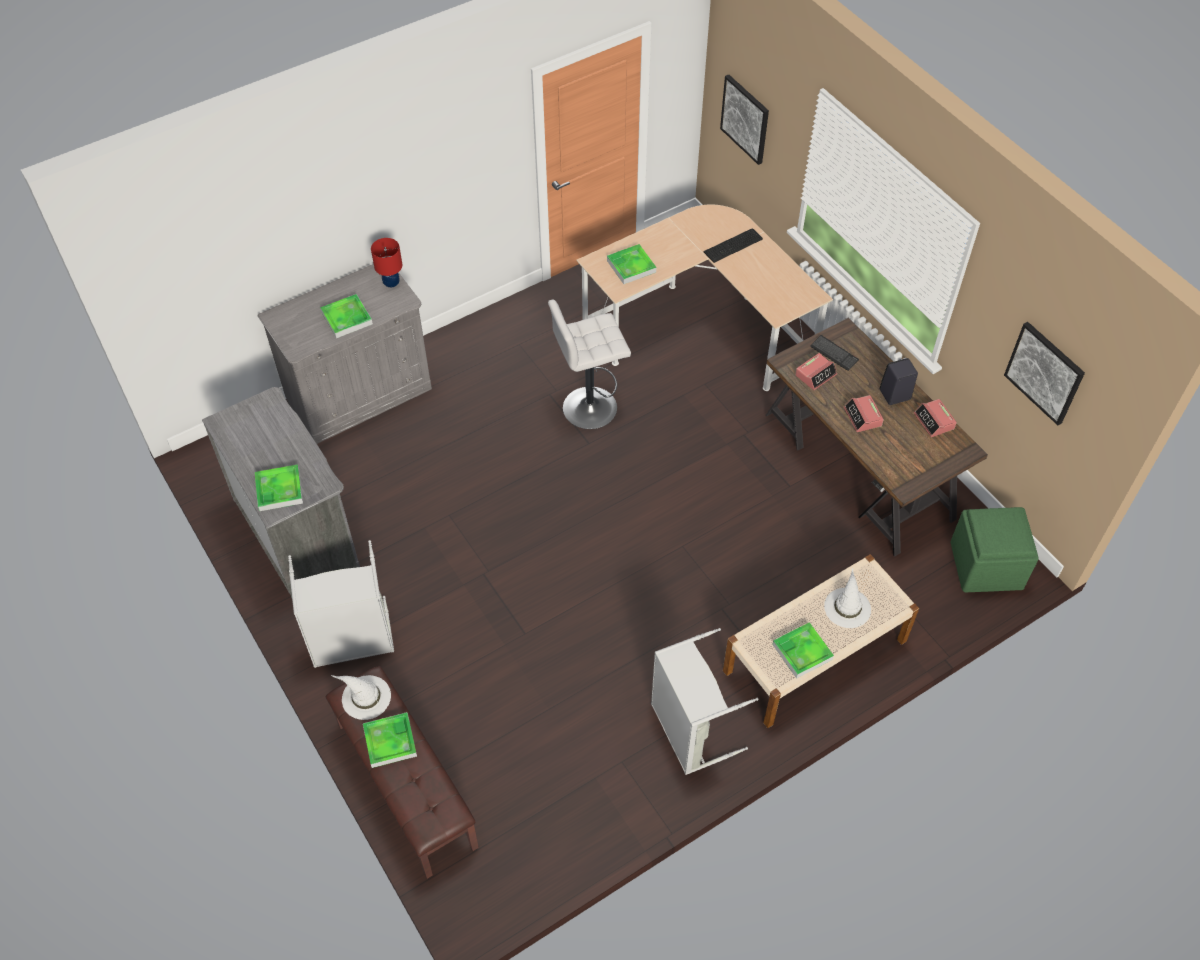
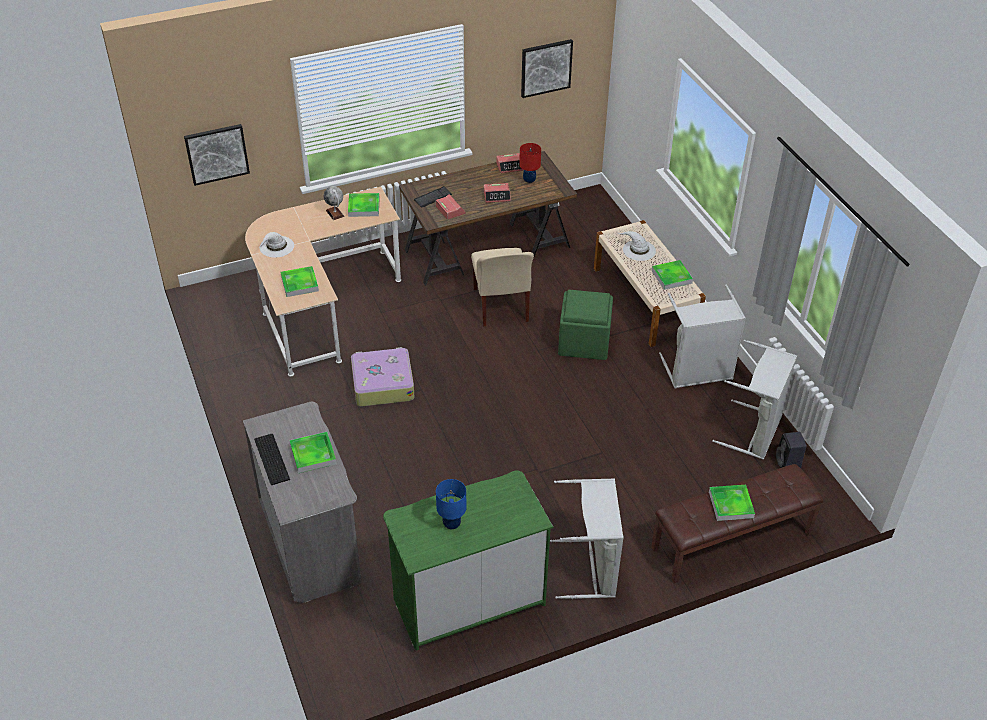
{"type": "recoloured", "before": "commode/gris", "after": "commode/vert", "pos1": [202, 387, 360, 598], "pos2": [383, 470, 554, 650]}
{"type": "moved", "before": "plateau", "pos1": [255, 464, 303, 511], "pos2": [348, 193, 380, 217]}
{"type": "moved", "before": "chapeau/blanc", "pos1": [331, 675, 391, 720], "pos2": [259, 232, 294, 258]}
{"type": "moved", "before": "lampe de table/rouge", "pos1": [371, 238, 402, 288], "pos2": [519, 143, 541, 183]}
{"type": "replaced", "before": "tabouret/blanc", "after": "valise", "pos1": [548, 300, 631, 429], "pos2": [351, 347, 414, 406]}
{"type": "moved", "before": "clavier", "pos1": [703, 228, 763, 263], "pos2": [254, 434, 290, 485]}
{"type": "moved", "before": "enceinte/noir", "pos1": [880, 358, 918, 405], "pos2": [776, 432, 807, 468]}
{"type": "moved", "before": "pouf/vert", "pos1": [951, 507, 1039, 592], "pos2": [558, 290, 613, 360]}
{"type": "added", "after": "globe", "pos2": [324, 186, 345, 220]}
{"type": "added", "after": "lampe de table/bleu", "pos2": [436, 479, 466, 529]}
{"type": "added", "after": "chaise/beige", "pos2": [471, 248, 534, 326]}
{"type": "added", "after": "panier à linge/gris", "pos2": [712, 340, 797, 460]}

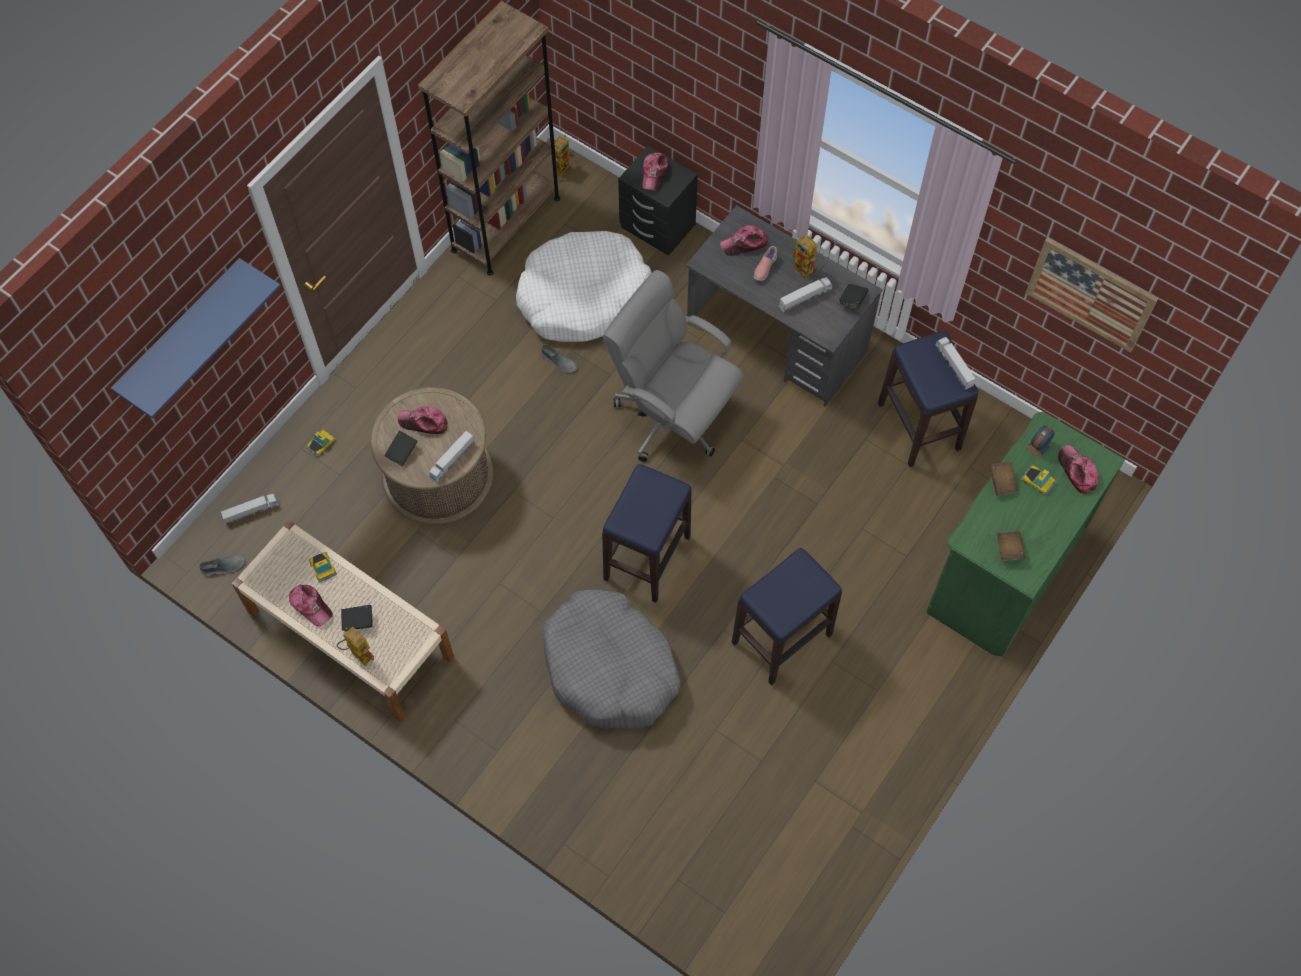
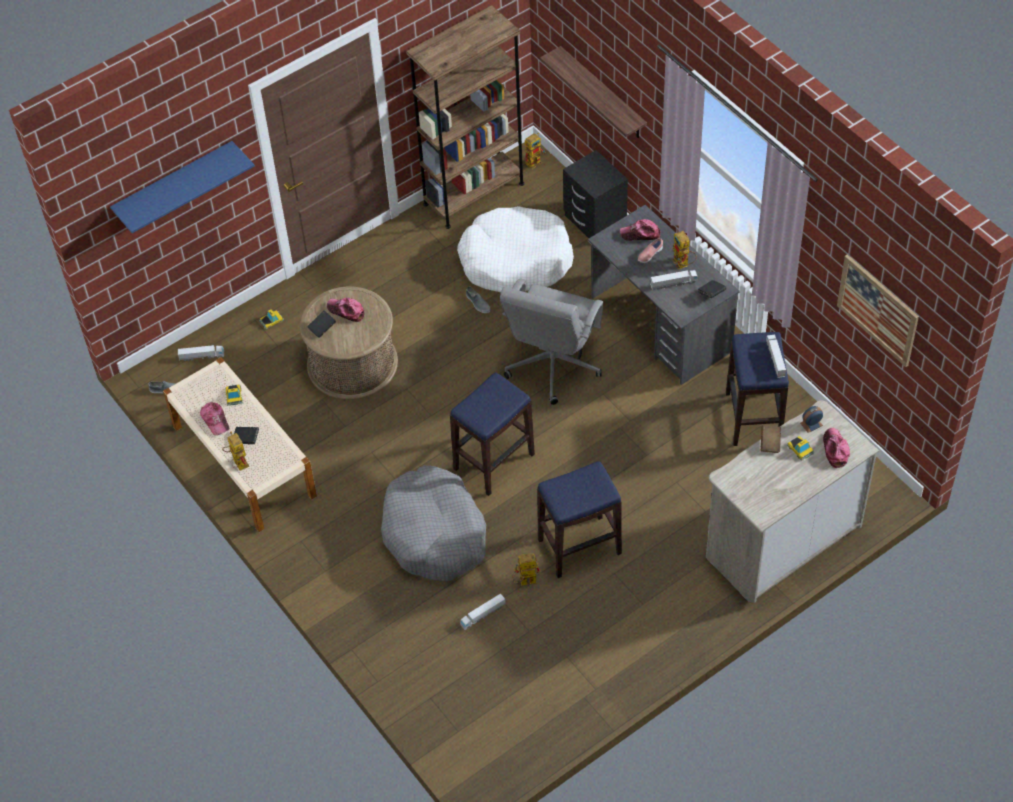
{"type": "moved", "before": "camion jouet", "pos1": [429, 431, 475, 482], "pos2": [460, 593, 506, 630]}
{"type": "turned", "before": "chaise de bureau/gris", "pos1": [603, 270, 743, 462], "pos2": [500, 279, 604, 405], "turn": -120}
{"type": "removed", "before": "casquette", "pos1": [642, 153, 669, 191]}
{"type": "recoloured", "before": "commode/vert", "after": "commode/beige", "pos1": [927, 412, 1125, 656], "pos2": [706, 400, 879, 603]}
{"type": "removed", "before": "livre/marron", "pos1": [997, 531, 1025, 561]}
{"type": "added", "after": "robot jouet", "pos2": [513, 553, 541, 586]}
{"type": "added", "after": "étagère", "pos2": [540, 46, 647, 138]}

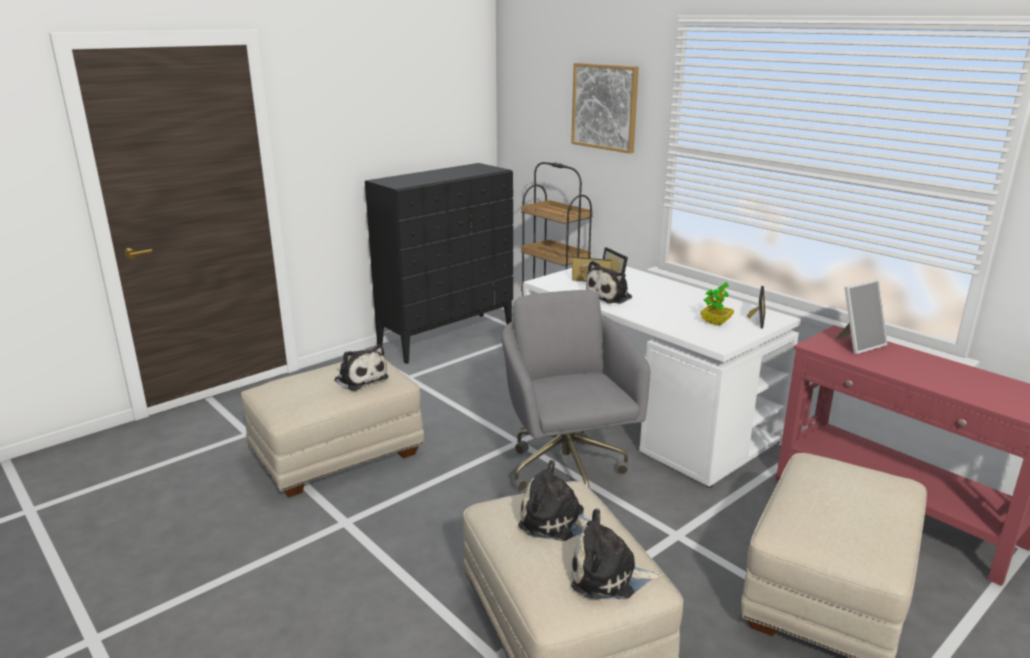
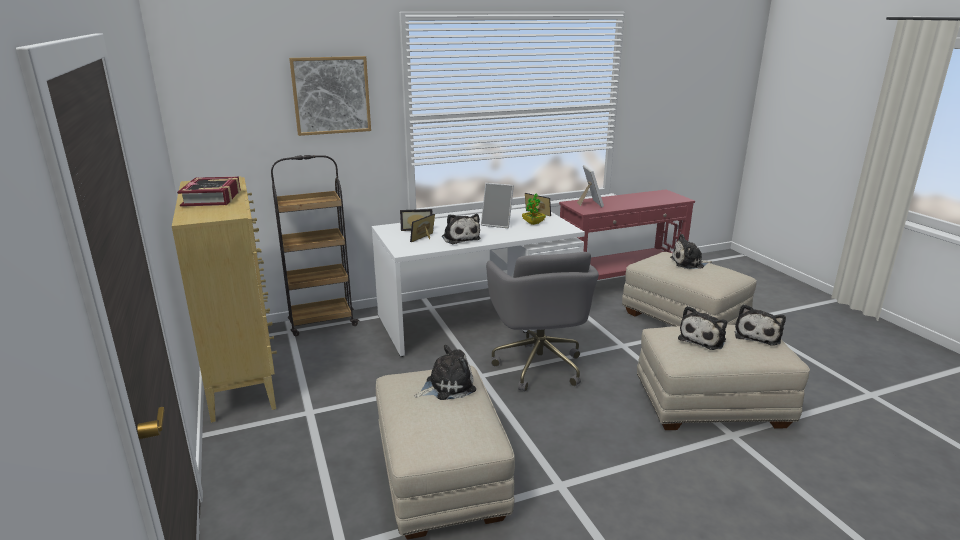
{"type": "recoloured", "before": "commode/noir", "after": "commode/beige", "pos1": [365, 163, 513, 364], "pos2": [172, 176, 277, 423]}
{"type": "turned", "before": "chaise de bureau/gris", "pos1": [502, 290, 650, 491], "pos2": [486, 252, 599, 391], "turn": -105}
{"type": "added", "after": "livre", "pos2": [177, 176, 241, 207]}
{"type": "added", "after": "cadre photo", "pos2": [481, 183, 514, 228]}
{"type": "added", "after": "peluche", "pos2": [670, 234, 712, 269]}

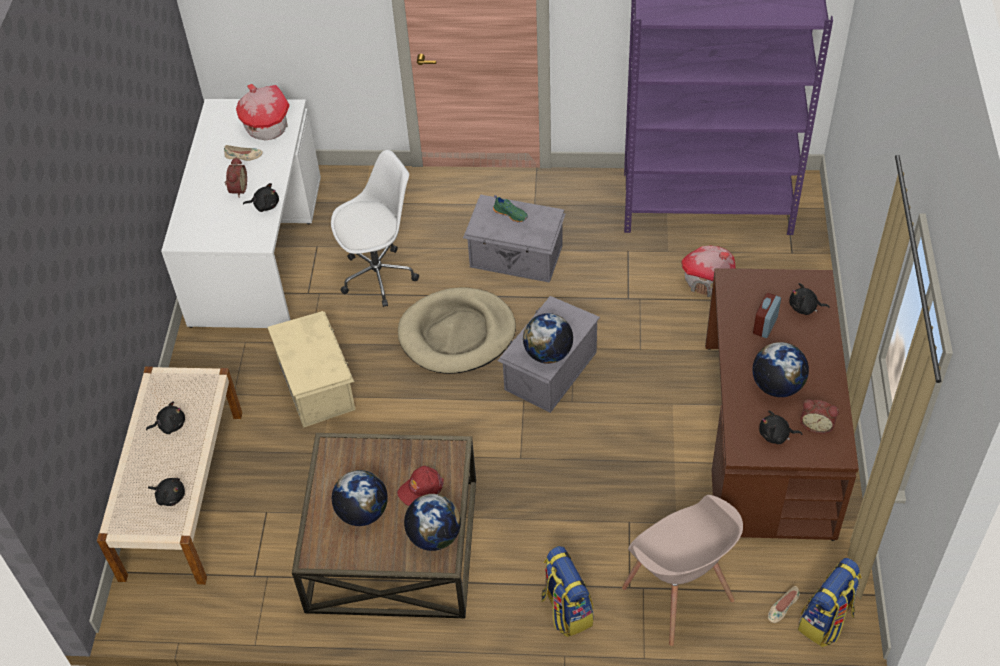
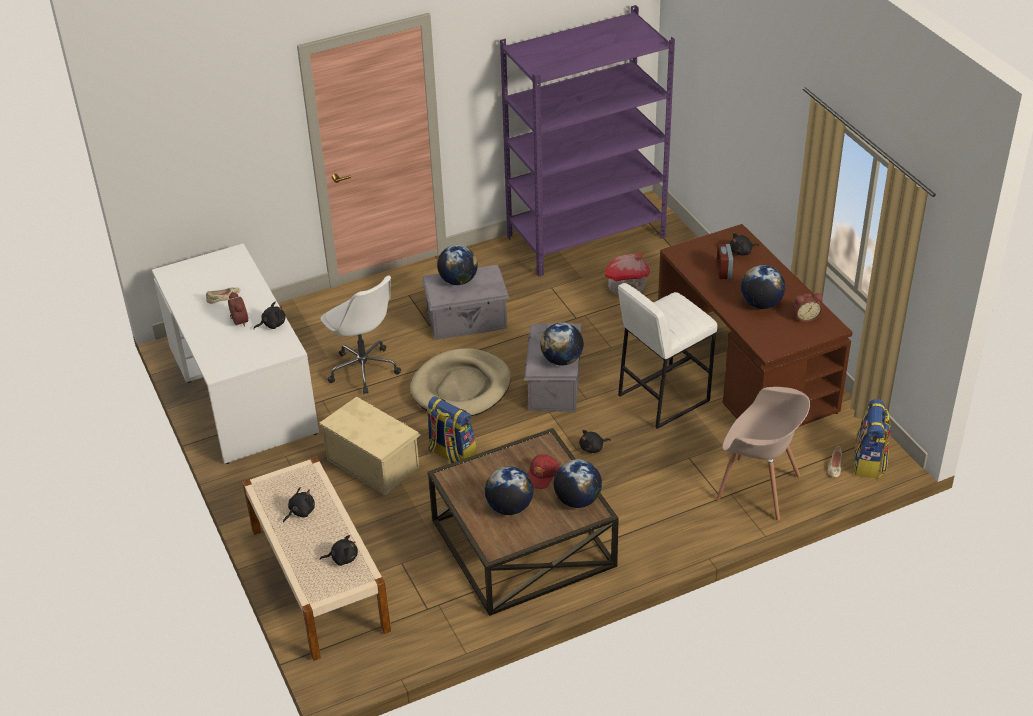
{"type": "removed", "before": "maison miniature", "pos1": [236, 84, 290, 140]}
{"type": "turned", "before": "chaise de bureau/blanc", "pos1": [331, 150, 419, 307], "pos2": [321, 275, 401, 394], "turn": 105}
{"type": "replaced", "before": "chaussure/vert", "after": "globe", "pos1": [493, 195, 528, 222], "pos2": [437, 245, 478, 285]}
{"type": "moved", "before": "sac à dos", "pos1": [541, 546, 593, 637], "pos2": [426, 396, 476, 464]}
{"type": "moved", "before": "peluche/noir", "pos1": [759, 410, 802, 444], "pos2": [579, 430, 611, 453]}
{"type": "added", "after": "tabouret/blanc", "pos2": [618, 283, 718, 429]}

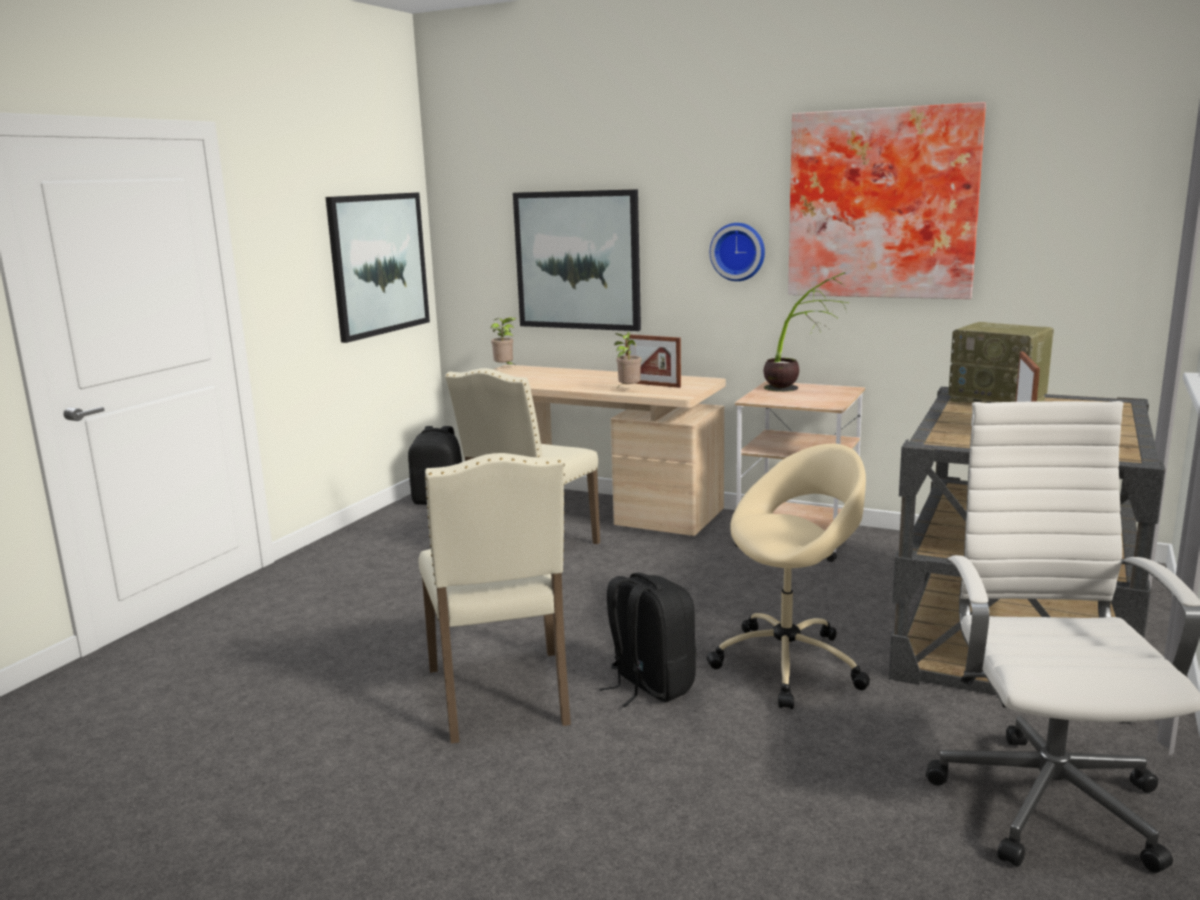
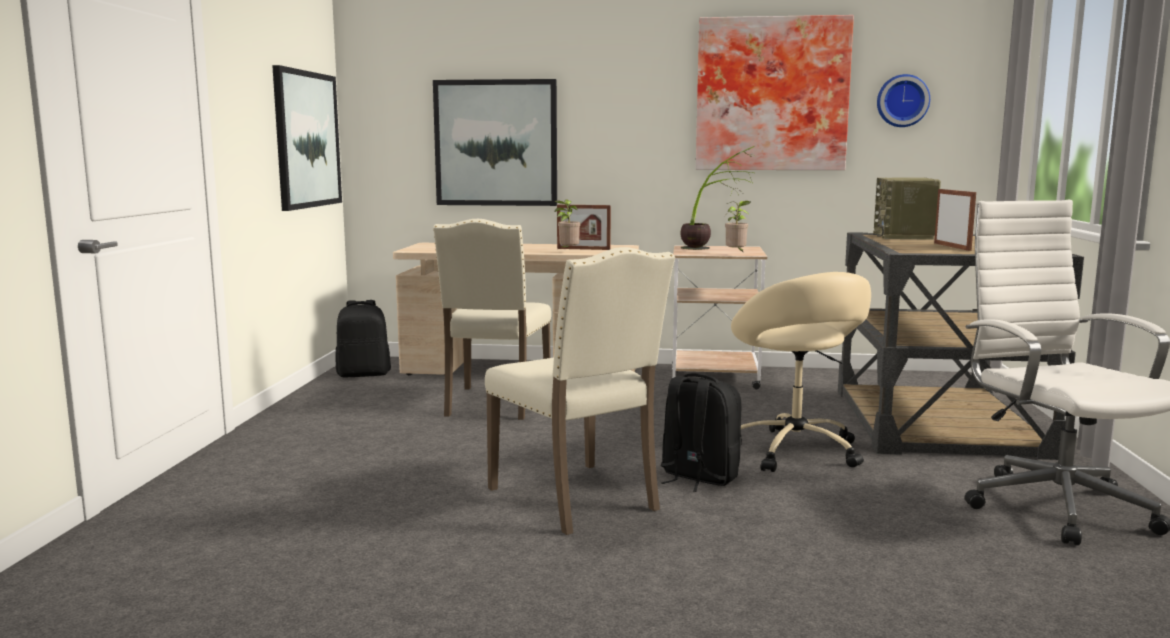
{"type": "moved", "before": "plante en pot", "pos1": [491, 317, 516, 365], "pos2": [725, 201, 750, 253]}
{"type": "turned", "before": "chaise de bureau/beige", "pos1": [707, 444, 870, 709], "pos2": [731, 272, 871, 472], "turn": 105}
{"type": "moved", "before": "horloge murale", "pos1": [710, 223, 765, 281], "pos2": [877, 74, 930, 127]}
{"type": "turned", "before": "radio", "pos1": [948, 322, 1054, 403], "pos2": [873, 177, 941, 240], "turn": 75}

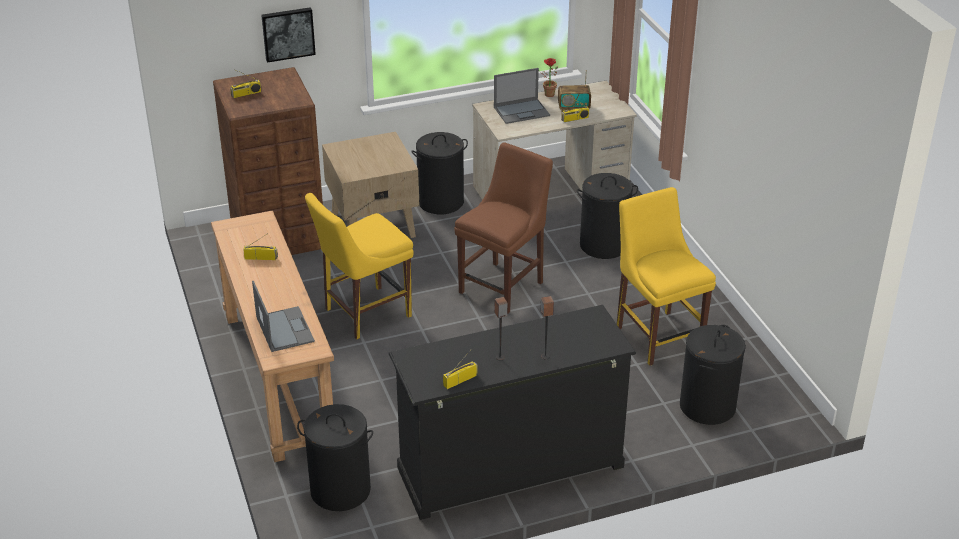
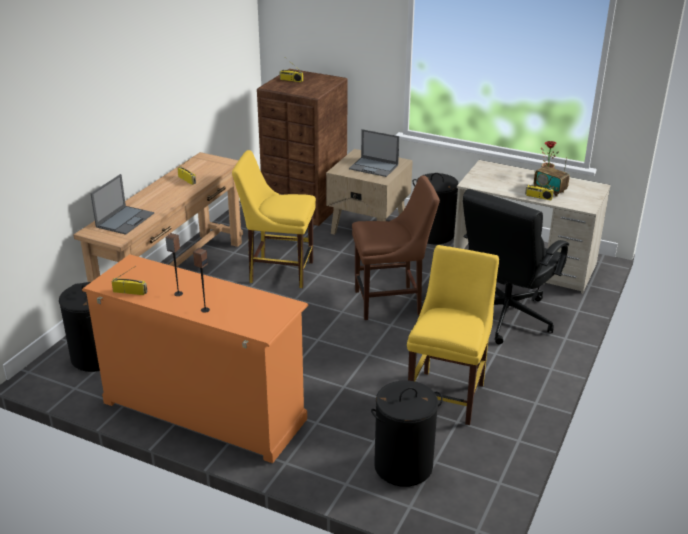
{"type": "removed", "before": "tableau", "pos1": [261, 7, 316, 63]}
{"type": "recoloured", "before": "meuble de rangement/noir", "after": "meuble de rangement/orange", "pos1": [389, 305, 636, 520], "pos2": [82, 254, 308, 463]}
{"type": "moved", "before": "ordinateur portable", "pos1": [494, 68, 550, 124], "pos2": [349, 129, 399, 177]}
{"type": "replaced", "before": "panier à linge/noir", "after": "chaise de bureau/noir", "pos1": [577, 173, 638, 259], "pos2": [463, 189, 569, 345]}

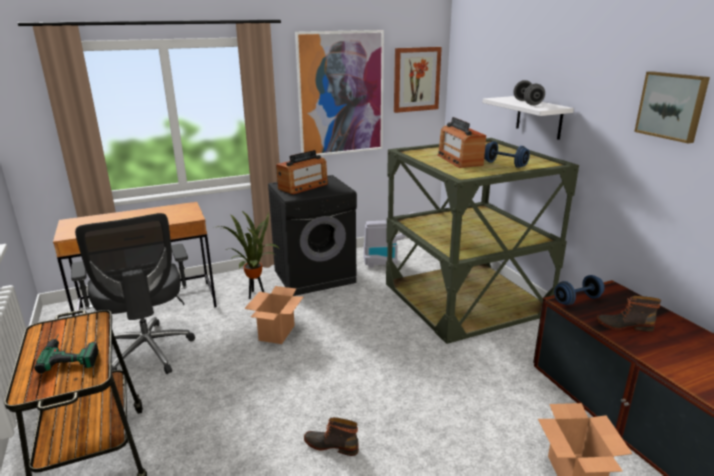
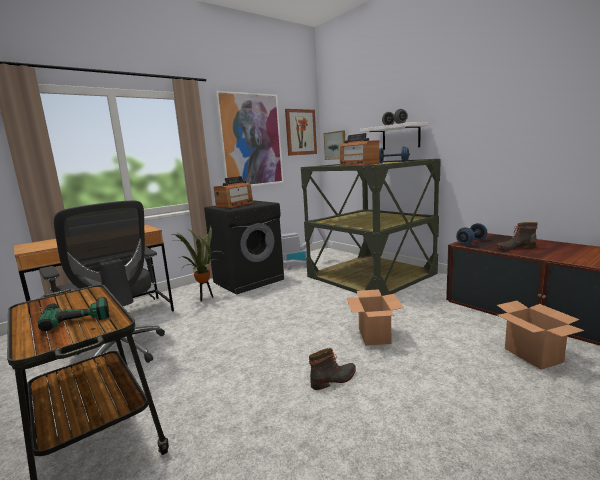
{"type": "moved", "before": "carton", "pos1": [244, 286, 304, 344], "pos2": [347, 289, 404, 346]}
{"type": "turned", "before": "botte", "pos1": [304, 417, 359, 456], "pos2": [309, 348, 356, 390], "turn": 150}
{"type": "moved", "before": "tableau", "pos1": [634, 71, 710, 143], "pos2": [324, 131, 345, 160]}

